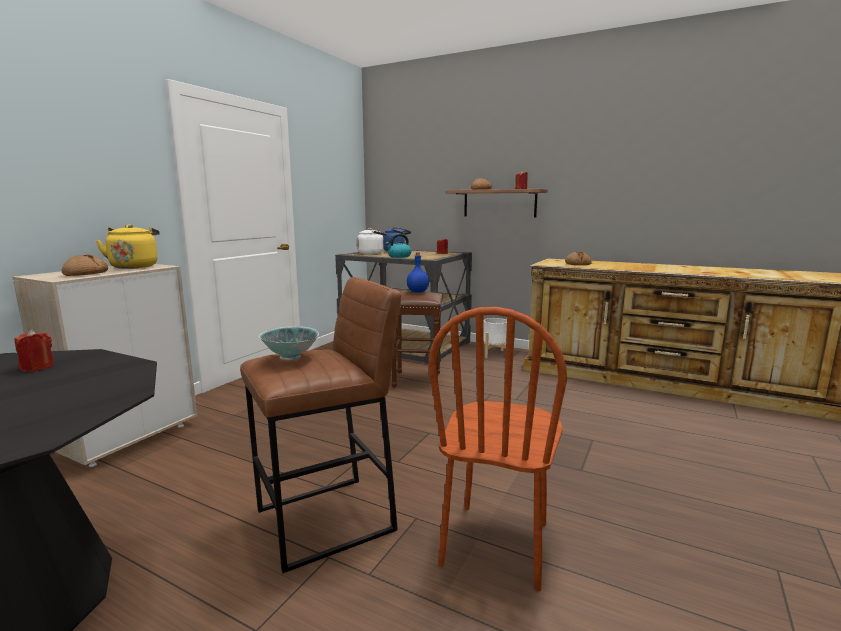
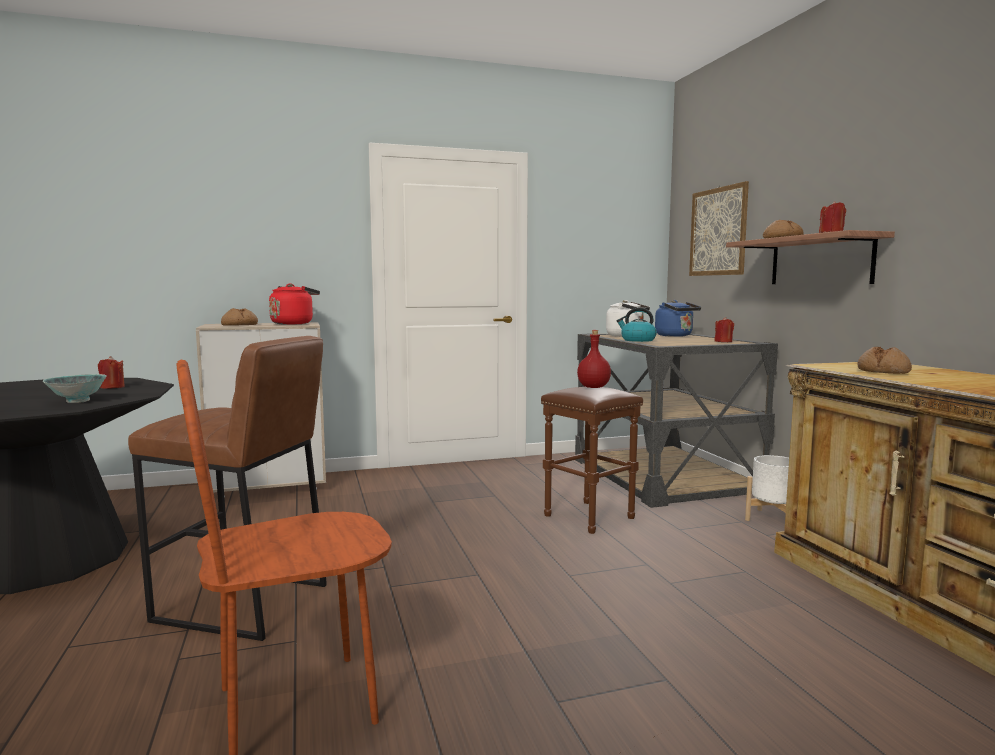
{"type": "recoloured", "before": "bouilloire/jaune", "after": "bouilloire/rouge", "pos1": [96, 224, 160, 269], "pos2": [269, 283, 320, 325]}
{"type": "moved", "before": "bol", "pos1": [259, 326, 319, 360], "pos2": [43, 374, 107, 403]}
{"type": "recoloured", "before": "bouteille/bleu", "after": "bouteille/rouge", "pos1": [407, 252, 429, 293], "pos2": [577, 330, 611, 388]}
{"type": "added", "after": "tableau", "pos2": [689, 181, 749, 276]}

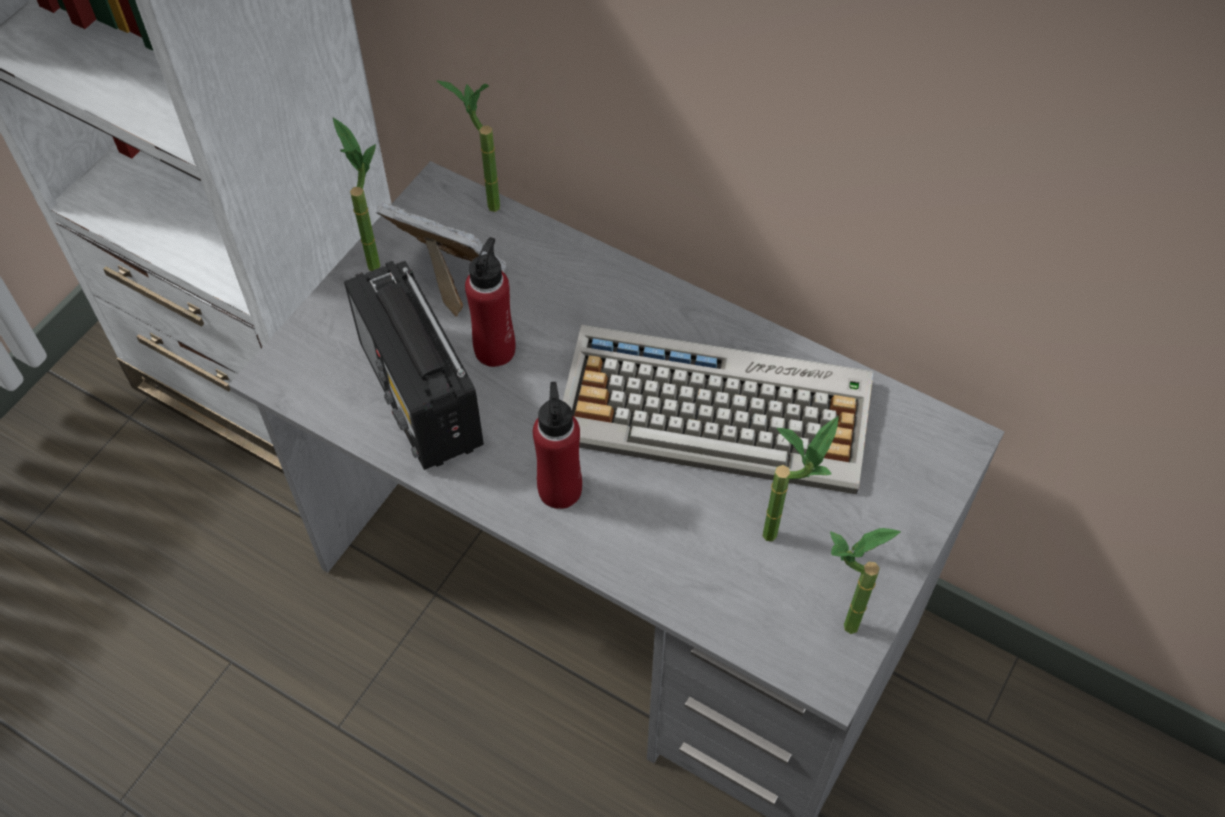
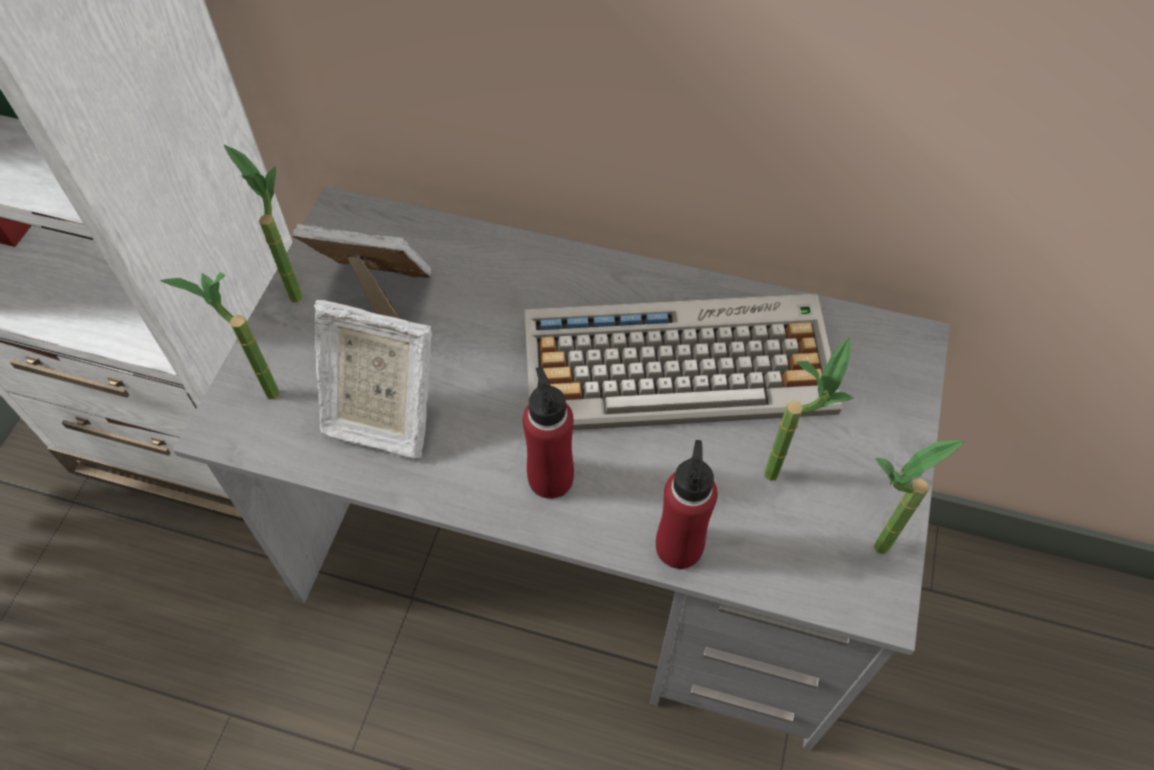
{"type": "replaced", "before": "radio", "after": "cadre photo", "pos1": [344, 261, 484, 470], "pos2": [314, 300, 433, 459]}
{"type": "moved", "before": "plante en pot", "pos1": [436, 80, 500, 212], "pos2": [160, 272, 279, 399]}
{"type": "moved", "before": "bouteille/rouge", "pos1": [465, 237, 516, 367], "pos2": [656, 440, 718, 569]}

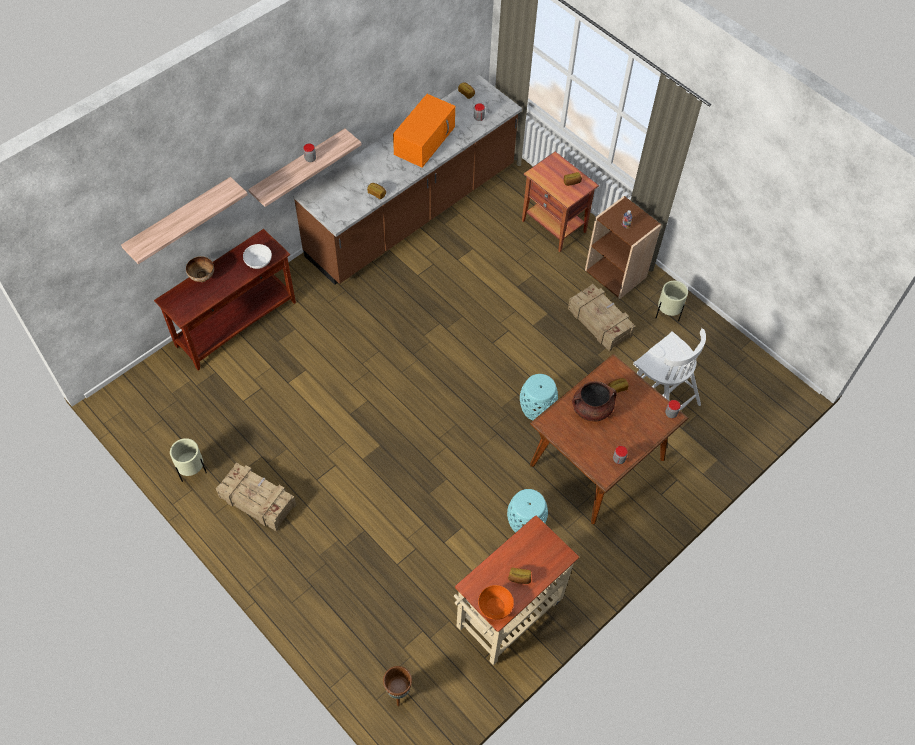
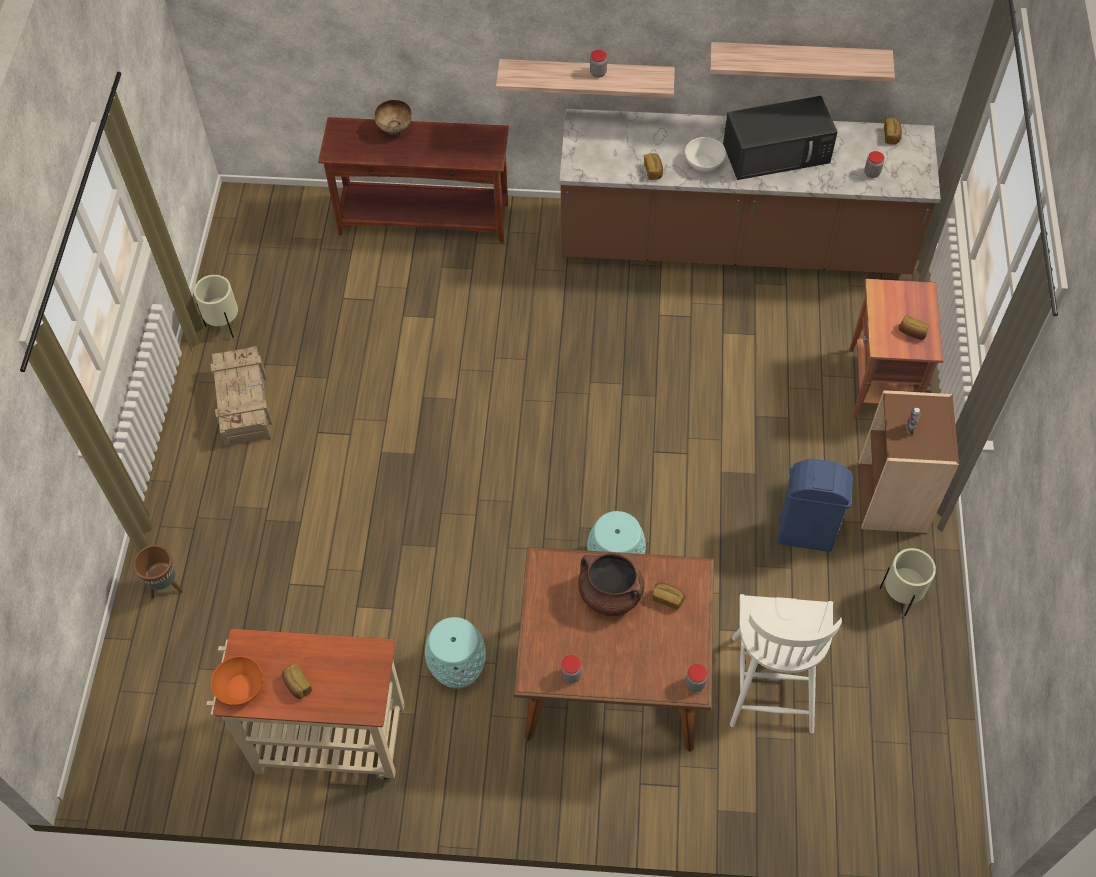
{"type": "moved", "before": "étagère", "pos1": [121, 177, 248, 264], "pos2": [710, 42, 895, 82]}
{"type": "moved", "before": "bol/blanc", "pos1": [243, 244, 272, 269], "pos2": [685, 137, 726, 172]}
{"type": "moved", "before": "cache-pot/marron", "pos1": [383, 666, 412, 706], "pos2": [133, 545, 183, 599]}
{"type": "recoloured", "before": "micro-ondes/orange", "after": "micro-ondes/noir", "pos1": [393, 94, 455, 168], "pos2": [723, 96, 838, 180]}
{"type": "replaced", "before": "caisse", "after": "poubelle/bleu", "pos1": [568, 284, 635, 352], "pos2": [778, 459, 853, 552]}

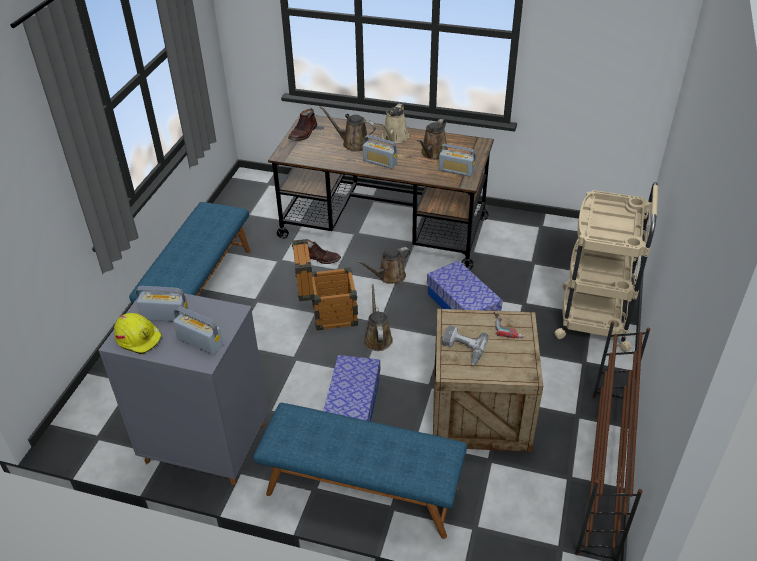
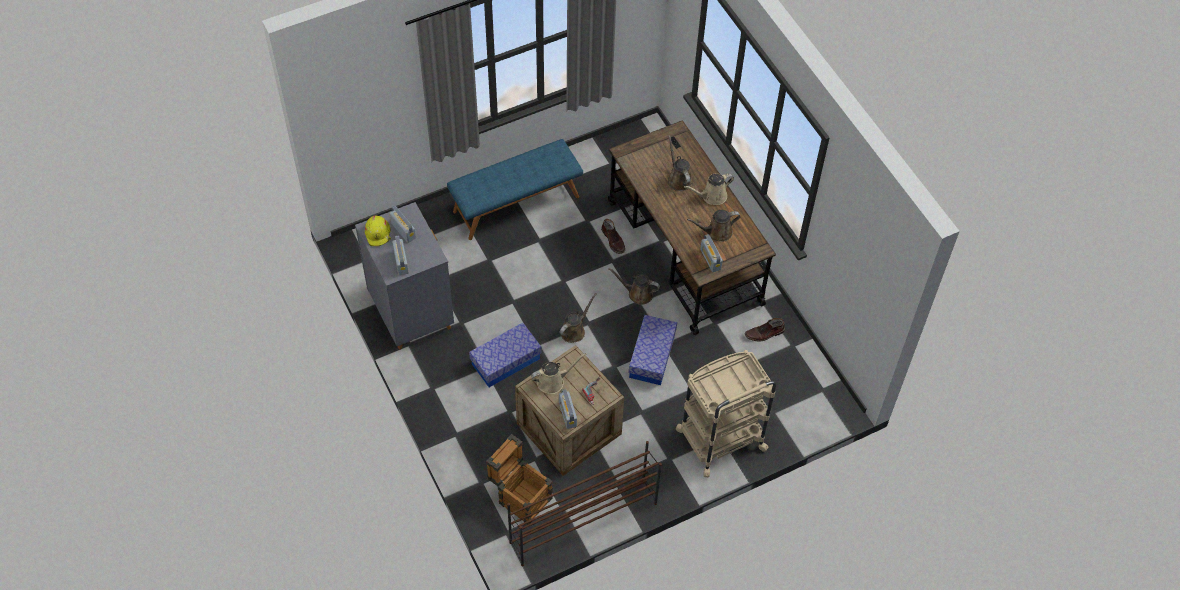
{"type": "removed", "before": "banc/bleu", "pos1": [253, 403, 467, 539]}
{"type": "moved", "before": "botte/marron", "pos1": [288, 108, 317, 141], "pos2": [745, 318, 785, 342]}
{"type": "moved", "before": "caisse", "pos1": [292, 239, 358, 331], "pos2": [486, 434, 553, 525]}
{"type": "moved", "before": "radio", "pos1": [363, 135, 397, 169], "pos2": [559, 388, 577, 429]}
{"type": "replaced", "before": "perceuse", "after": "arrosoir/beige", "pos1": [442, 325, 488, 365], "pos2": [531, 353, 587, 394]}

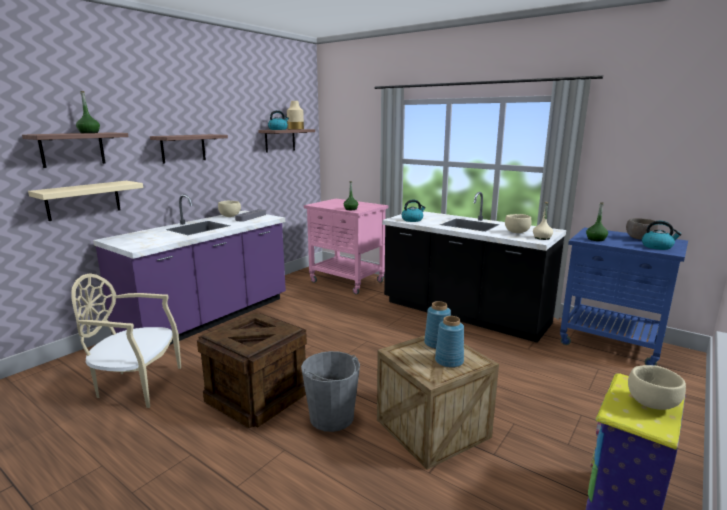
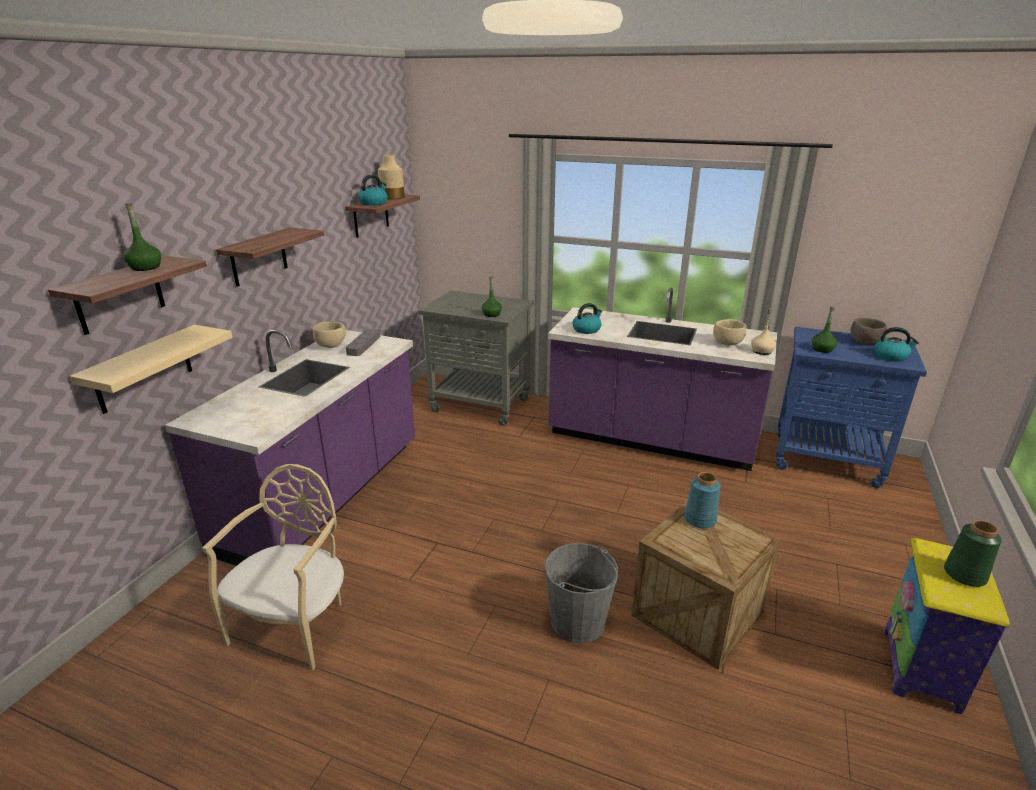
{"type": "turned", "before": "chaise/beige", "pos1": [71, 273, 181, 408], "pos2": [202, 464, 344, 671], "turn": 120}
{"type": "removed", "before": "caisse", "pos1": [197, 313, 307, 428]}
{"type": "recoloured", "before": "chariot/rose", "after": "chariot/gris", "pos1": [304, 199, 388, 294], "pos2": [418, 291, 534, 426]}
{"type": "recoloured", "before": "comptoir de cuisine/noir", "after": "comptoir de cuisine/violet", "pos1": [382, 192, 566, 343], "pos2": [548, 287, 777, 471]}
{"type": "removed", "before": "vase/bleu", "pos1": [435, 316, 464, 368]}
{"type": "replaced", "before": "bol/beige", "after": "vase/vert", "pos1": [628, 365, 686, 410], "pos2": [944, 520, 1002, 587]}

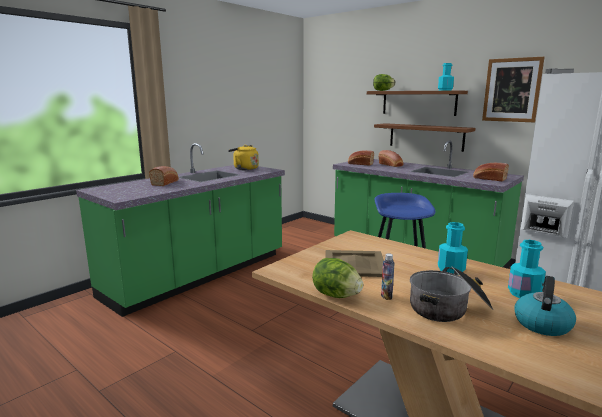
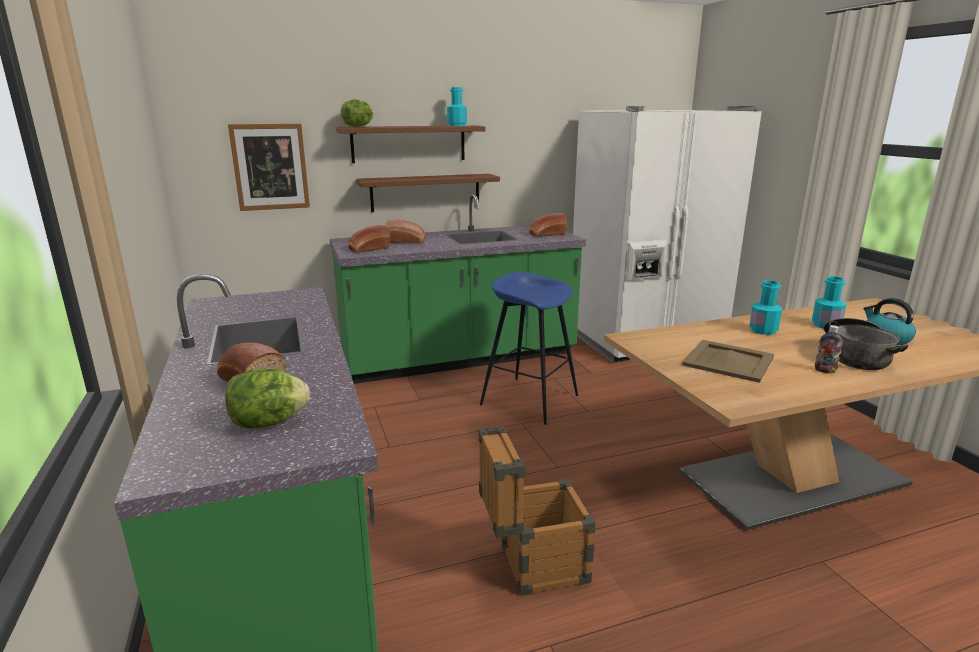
{"type": "removed", "before": "bouilloire/jaune", "pos1": [228, 145, 259, 170]}
{"type": "moved", "before": "laitue", "pos1": [312, 258, 363, 298], "pos2": [225, 369, 310, 429]}
{"type": "moved", "before": "tableau", "pos1": [482, 57, 545, 122], "pos2": [228, 124, 310, 211]}
{"type": "added", "after": "caisse", "pos2": [478, 426, 596, 596]}

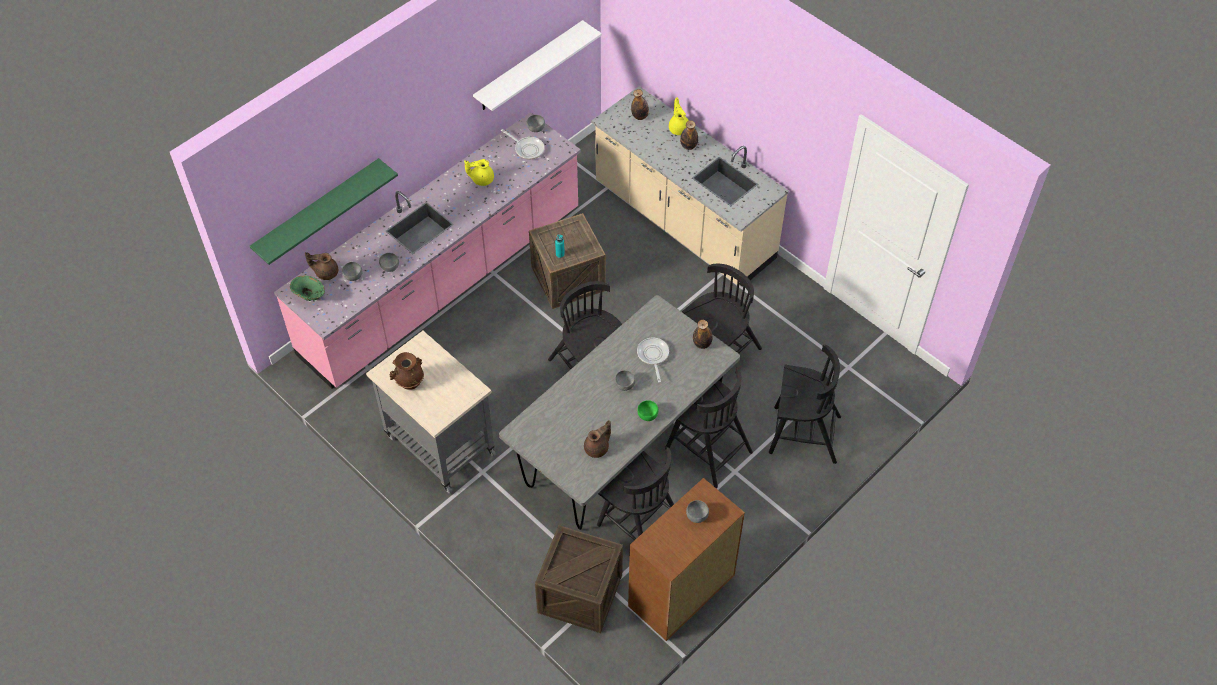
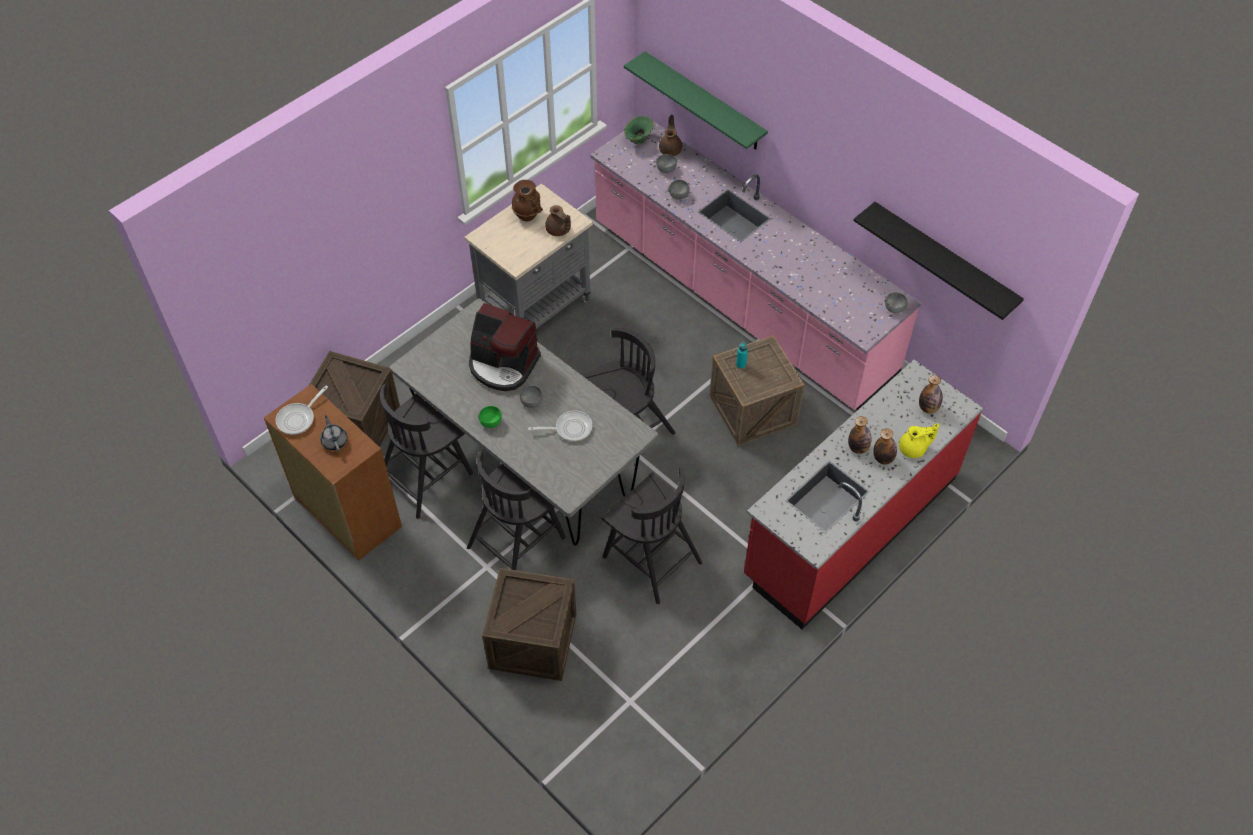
{"type": "removed", "before": "théière/jaune", "pos1": [464, 159, 494, 186]}
{"type": "recoloured", "before": "étagère/blanc", "after": "étagère/noir", "pos1": [473, 20, 602, 111], "pos2": [853, 202, 1024, 320]}
{"type": "moved", "before": "poêle", "pos1": [501, 129, 545, 160], "pos2": [275, 385, 328, 435]}
{"type": "moved", "before": "théière/marron", "pos1": [584, 420, 611, 458], "pos2": [545, 205, 571, 236]}
{"type": "recoloured", "before": "comptoir de cuisine/beige", "after": "comptoir de cuisine/rouge", "pos1": [591, 86, 789, 287], "pos2": [744, 360, 984, 630]}
{"type": "replaced", "before": "bol/gris", "after": "théière/gris", "pos1": [686, 500, 709, 523], "pos2": [320, 415, 347, 451]}
{"type": "moved", "before": "bouteille", "pos1": [693, 320, 713, 349], "pos2": [848, 416, 872, 454]}
{"type": "replaced", "before": "chaise/noir", "after": "caisse", "pos1": [769, 345, 841, 464], "pos2": [482, 568, 576, 681]}
{"type": "added", "after": "machine à café", "pos2": [469, 303, 541, 391]}

